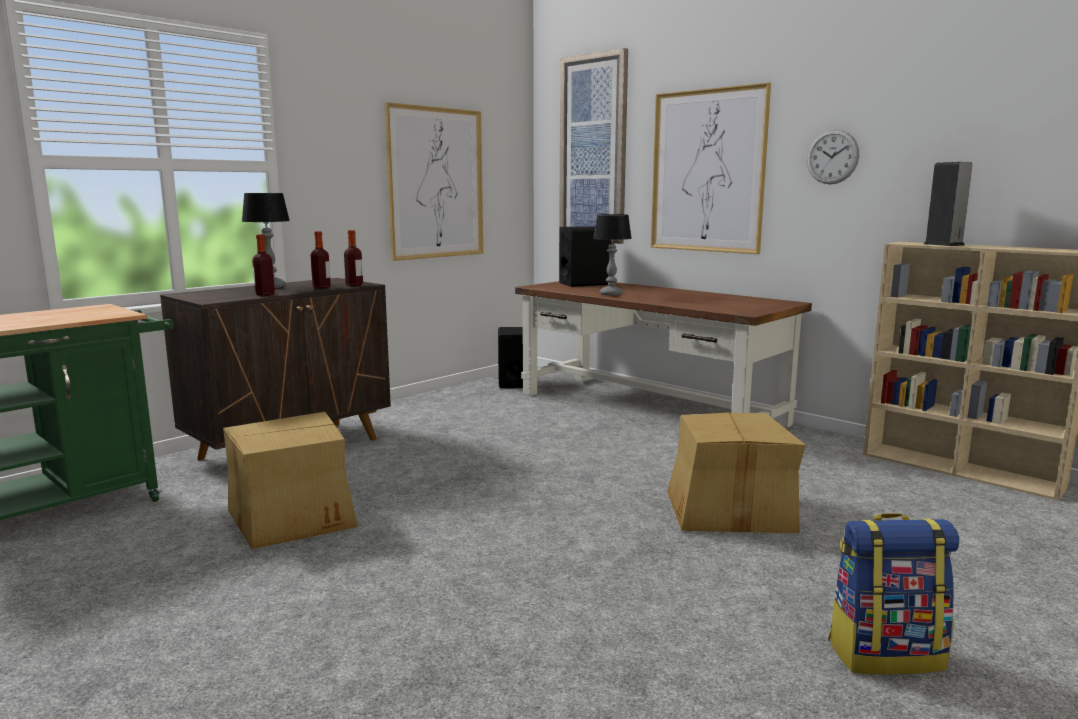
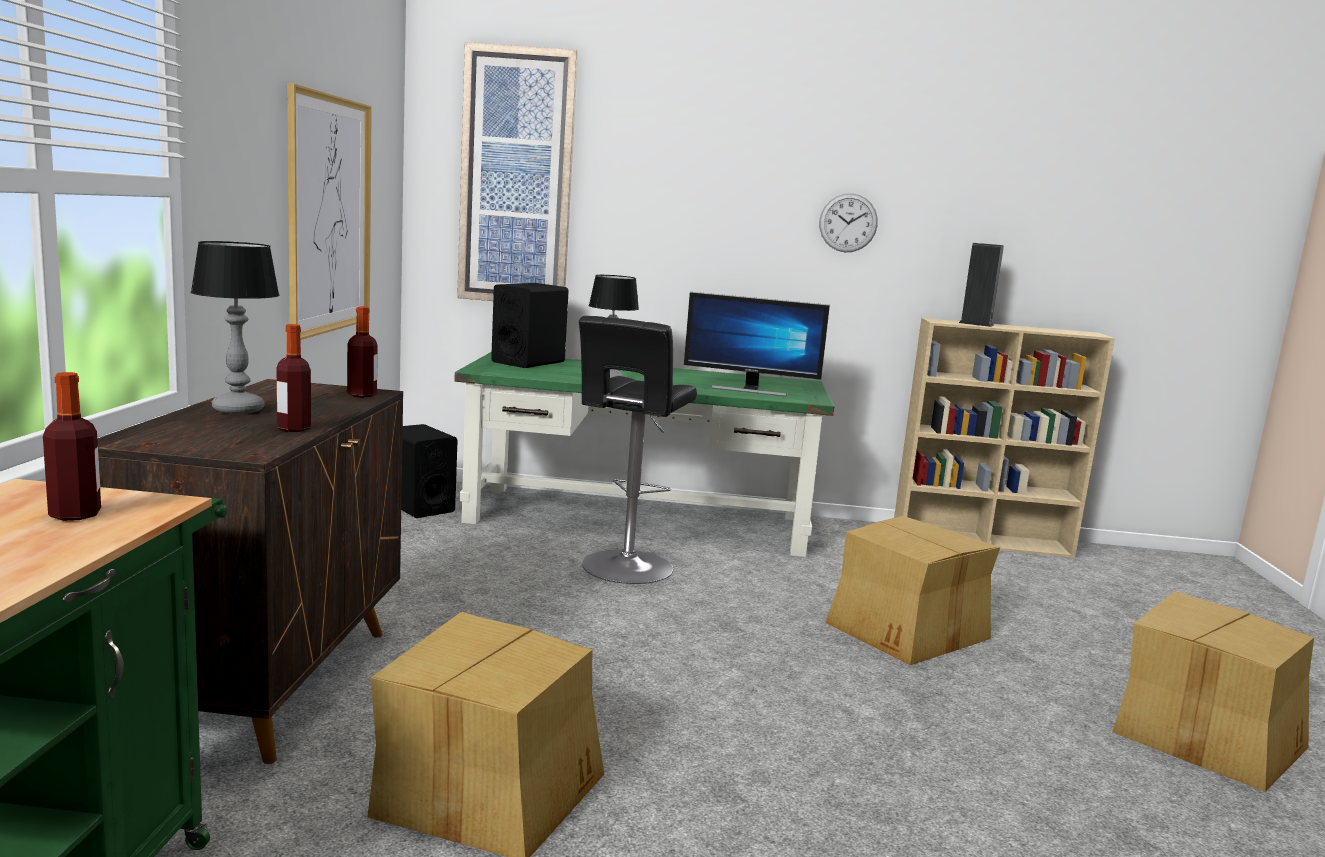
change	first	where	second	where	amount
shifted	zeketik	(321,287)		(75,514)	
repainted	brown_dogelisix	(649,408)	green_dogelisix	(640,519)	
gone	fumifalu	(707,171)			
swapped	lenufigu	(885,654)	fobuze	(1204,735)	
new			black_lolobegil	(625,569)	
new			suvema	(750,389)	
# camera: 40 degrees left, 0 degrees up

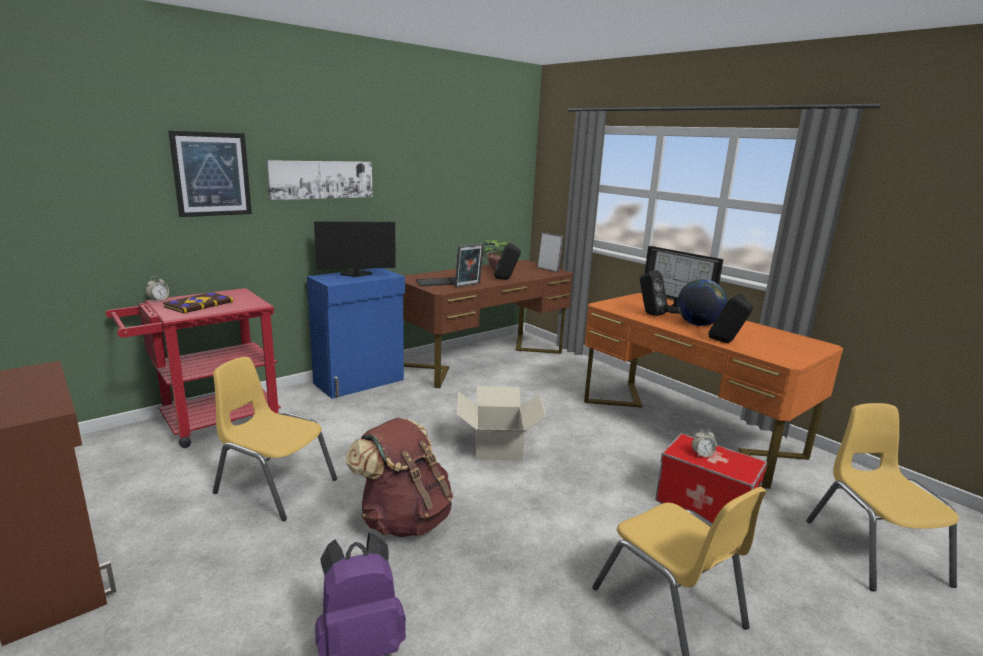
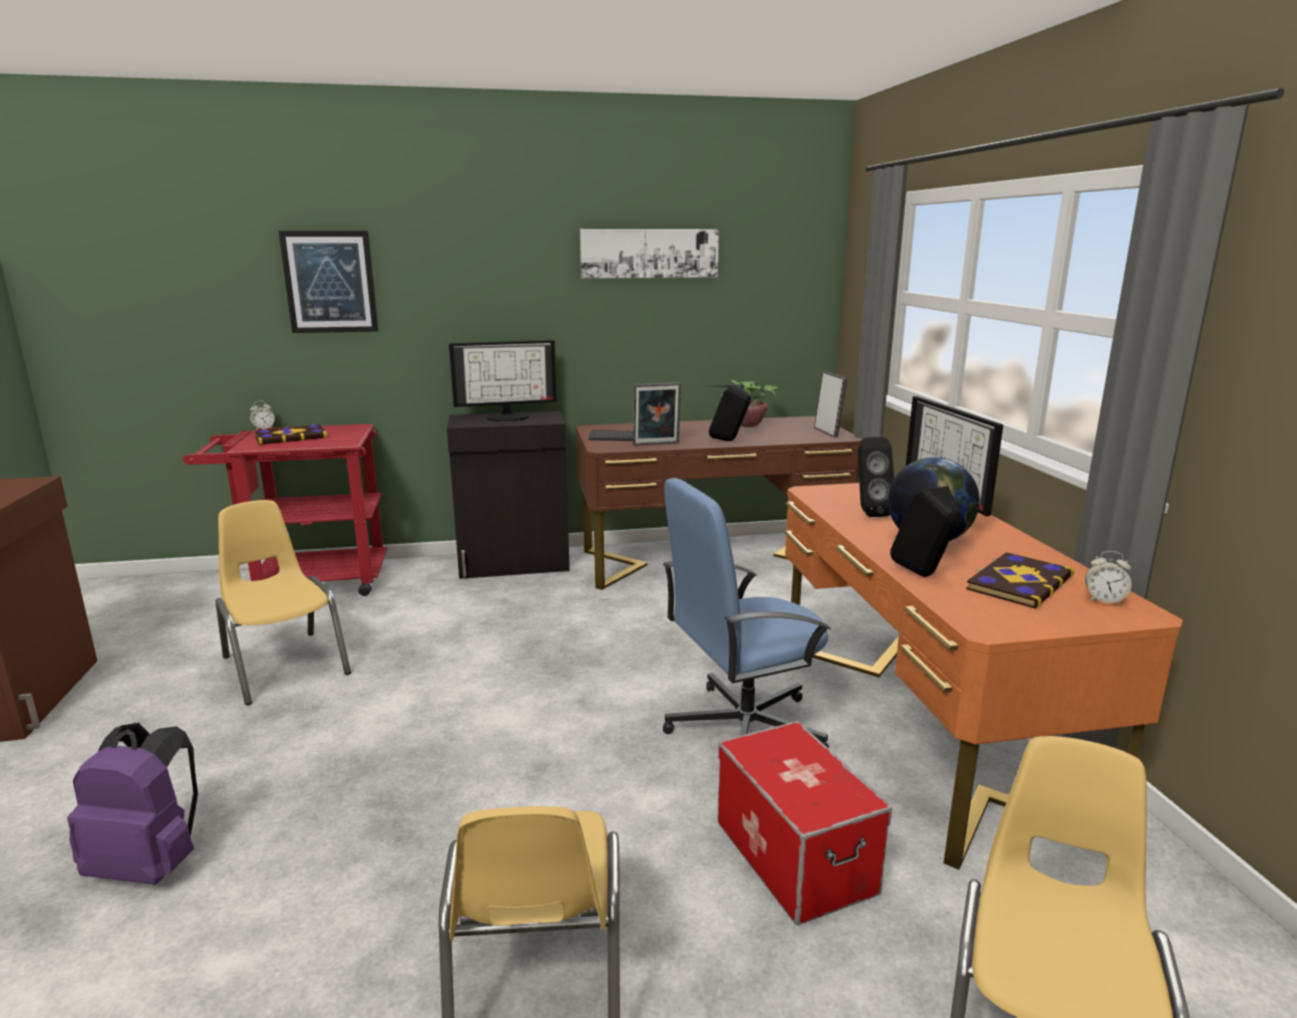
change	first	where	second	where	amount
shifted	fumifalu	(321,179)		(649,253)	
repainted	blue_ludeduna	(360,382)	black_ludeduna	(515,564)	
rotated	suvema	(355,274)		(508,417)	150 degrees clockwise
gone	brown_lenufigu	(404,519)			
gone	fobuze	(498,446)			
shifted	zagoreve	(702,454)		(1104,600)	
new			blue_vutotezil	(742,728)	
new			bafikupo	(1018,582)	
# camera: 30 degrees right, 0 degrees up

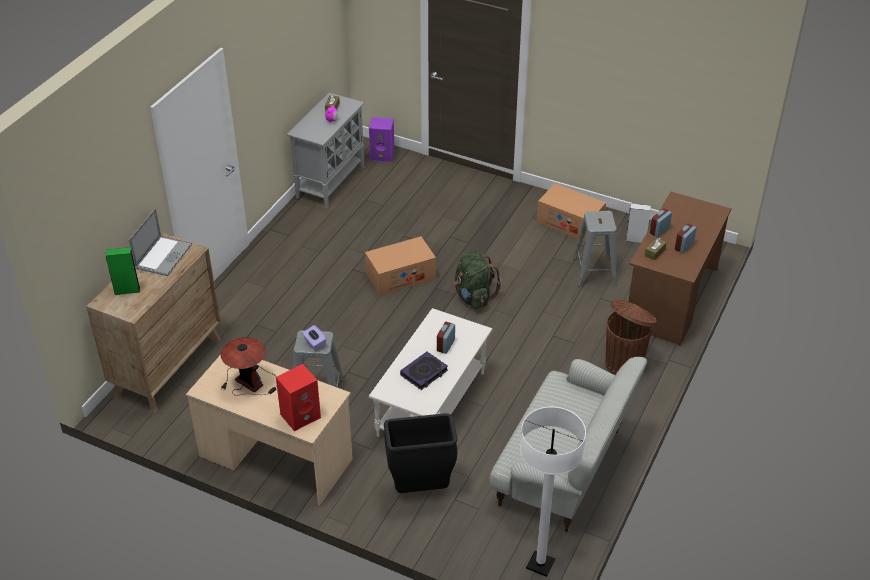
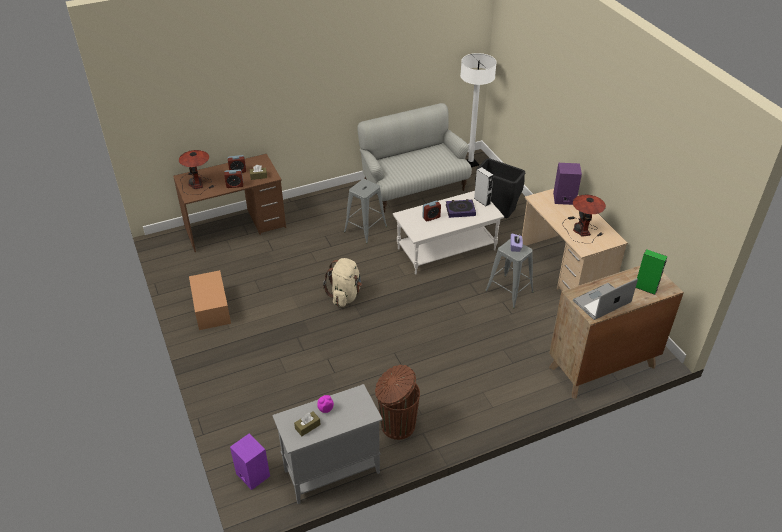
change	first	where	second	where	amount
repainted	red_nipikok	(301,415)	purple_nipikok	(563,199)	
gone	fobuze	(400,276)			
repainted	green_lenufigu	(473,297)	beige_lenufigu	(345,295)	
shifted	grey_lolobegil	(594,272)		(365,229)	
shifted	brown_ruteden	(624,363)		(396,425)	
shifted	grey_nipikok	(635,240)		(482,201)	
new			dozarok	(196,183)	
# camera: 140 degrees left, 0 degrees up

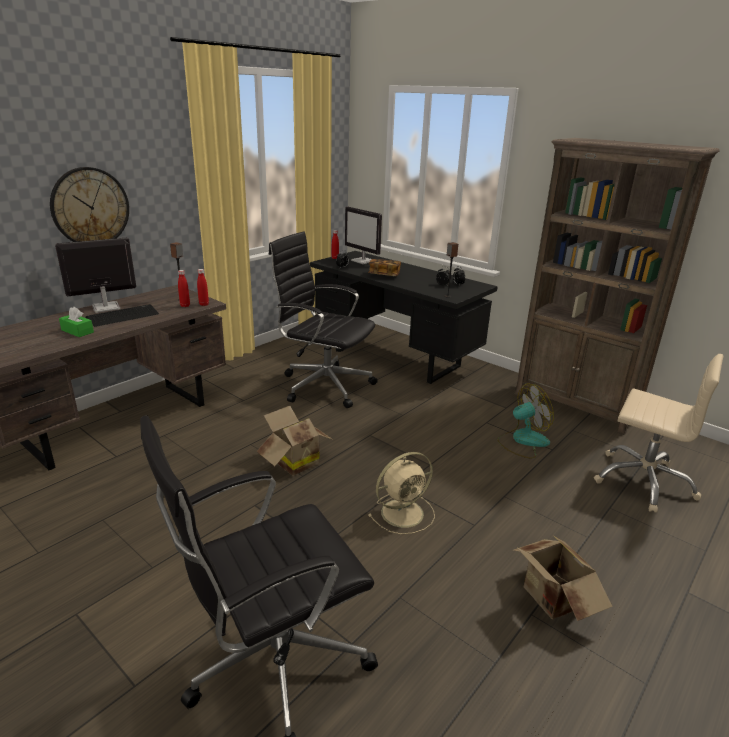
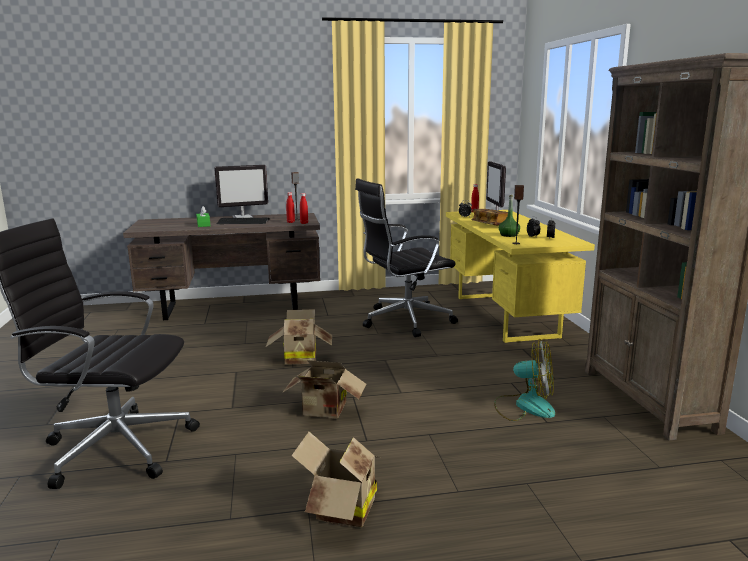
change	first	where	second	where	amount
gone	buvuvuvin	(90,207)			
rotated	suvema	(105,308)		(243,217)	150 degrees clockwise
rotated	black_vutotezil	(324,385)		(404,321)	90 degrees counterclockwise
repainted	black_dogelisix	(395,355)	yellow_dogelisix	(506,316)	
swapped	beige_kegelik	(404,512)	fobuze	(325,412)	
gone	beige_vutotezil	(643,481)			
new			green_zeketik	(508,235)	
# camera: 40 degrees right, 10 degrees down

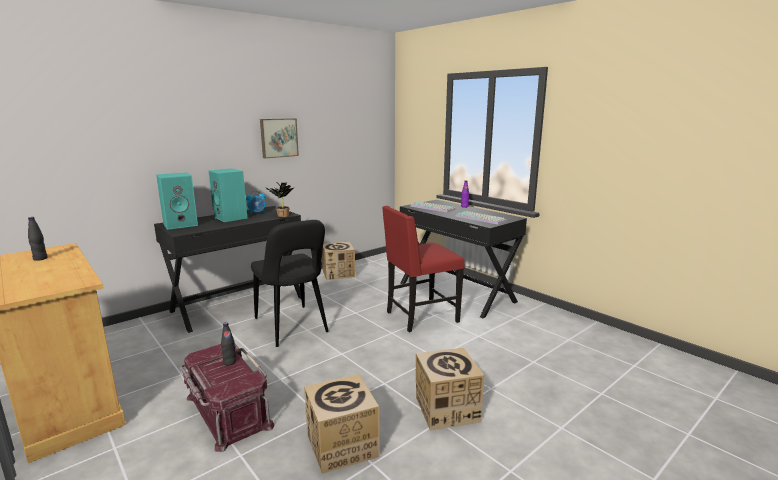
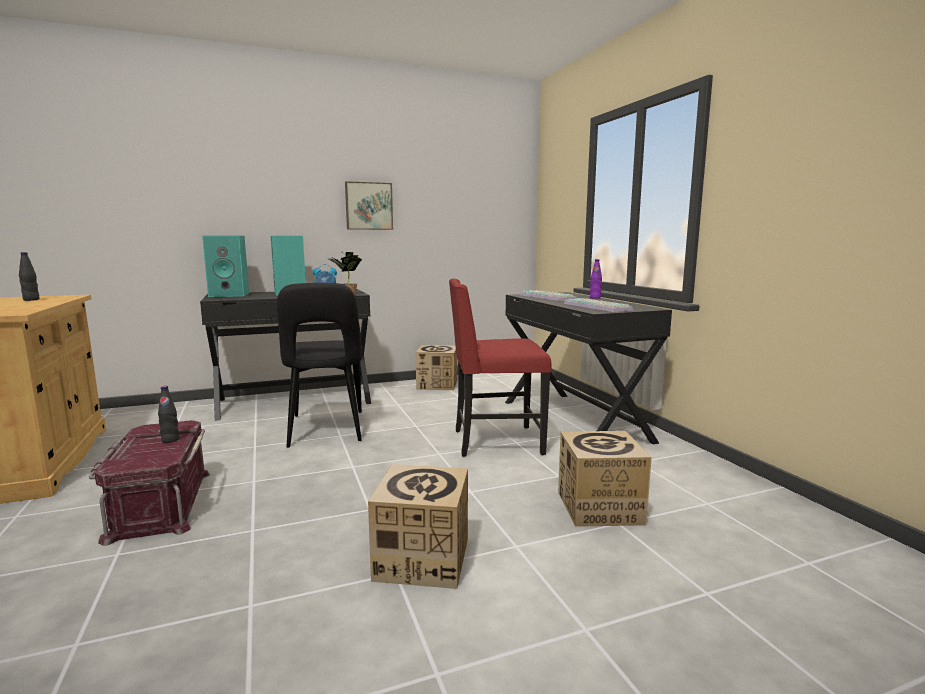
change	first	where	second	where	amount
shifted	fobuze	(342,445)		(599,508)	
# camera: 20 degrees right, 5 degrees down

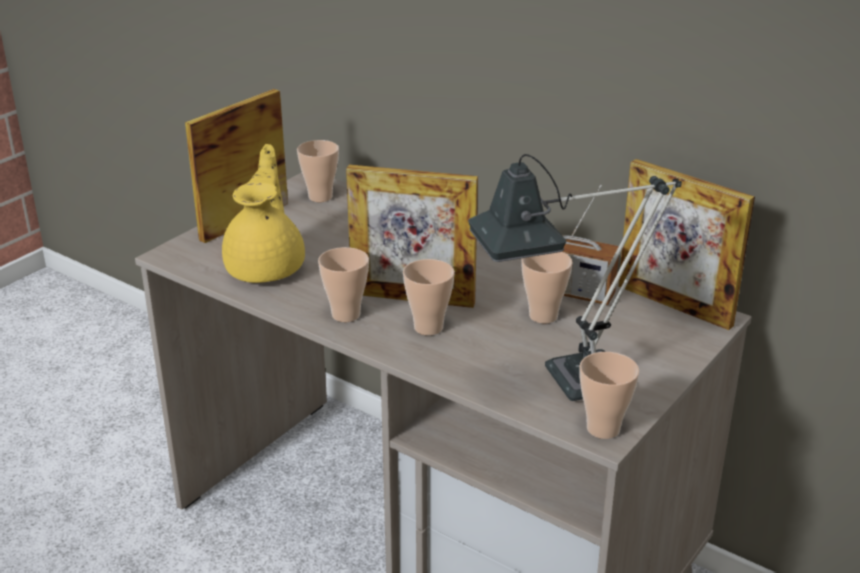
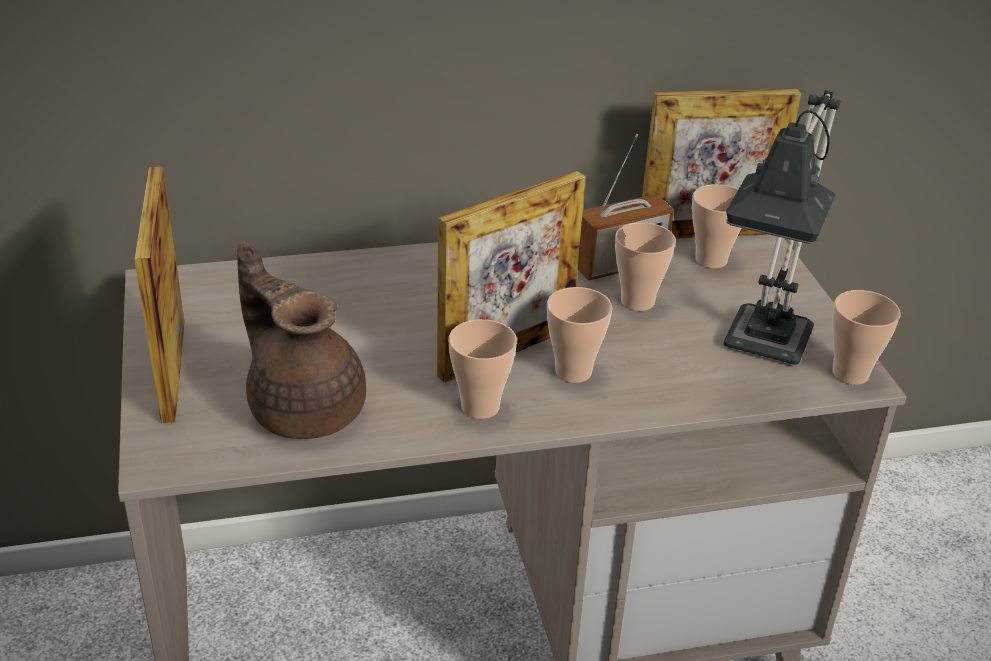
change	first	where	second	where	amount
repainted	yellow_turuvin	(267,267)	brown_turuvin	(304,407)	
shifted	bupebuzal	(320,197)		(711,260)	
# camera: 50 degrees left, 5 degrees up

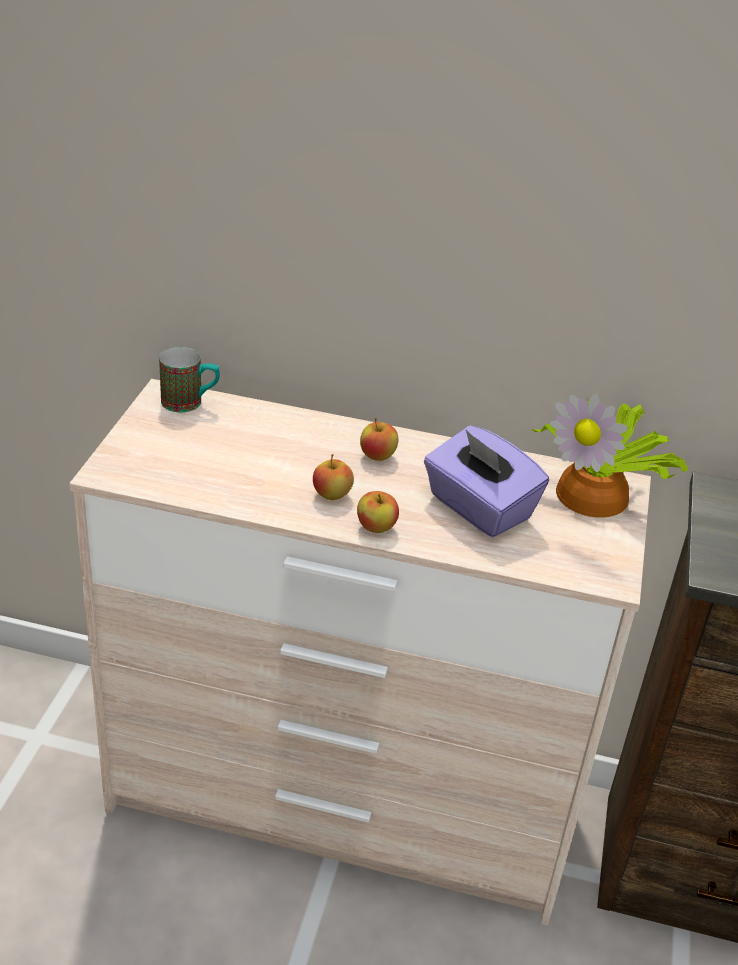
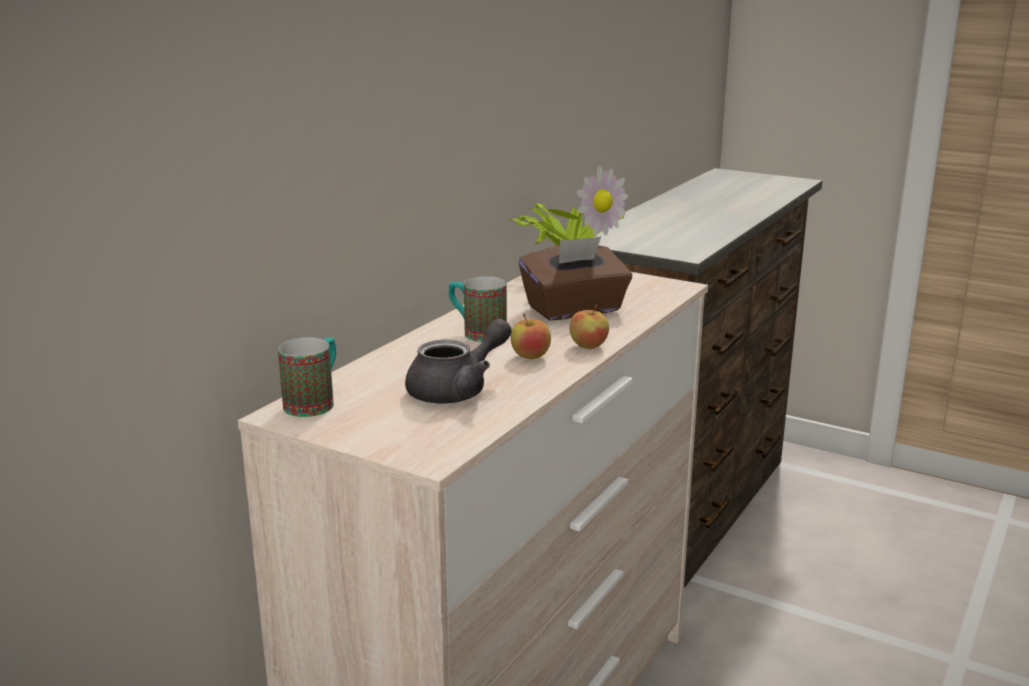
change	first	where	second	where	amount
swapped	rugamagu	(377,456)	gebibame	(477,333)	
repainted	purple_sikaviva	(478,508)	brown_sikaviva	(575,310)	
new			grey_turuvin	(458,390)	
# camera: 70 degrees left, 15 degrees down

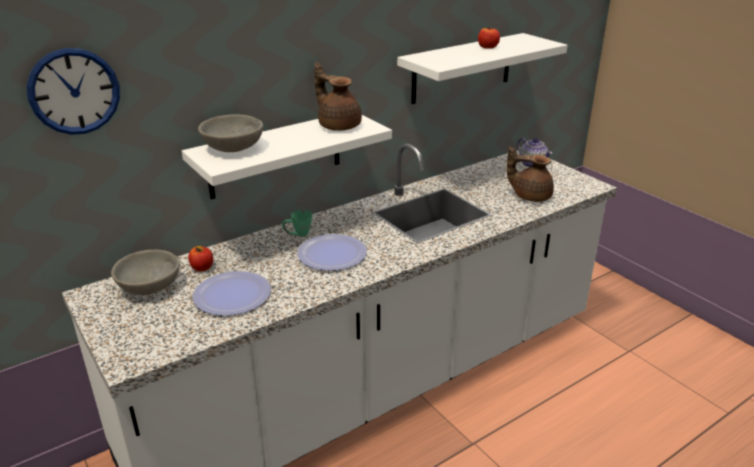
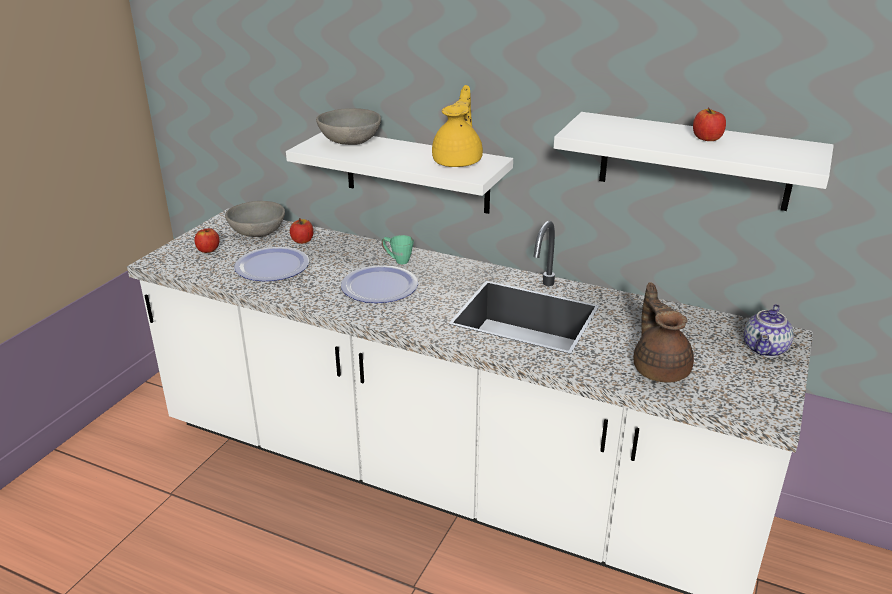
change	first	where	second	where	amount
gone	buvuvuvin	(74,91)			
repainted	brown_turuvin	(338,125)	yellow_turuvin	(458,162)	
new			rugamagu	(208,250)	
# camera: 60 degrees right, 0 degrees up

